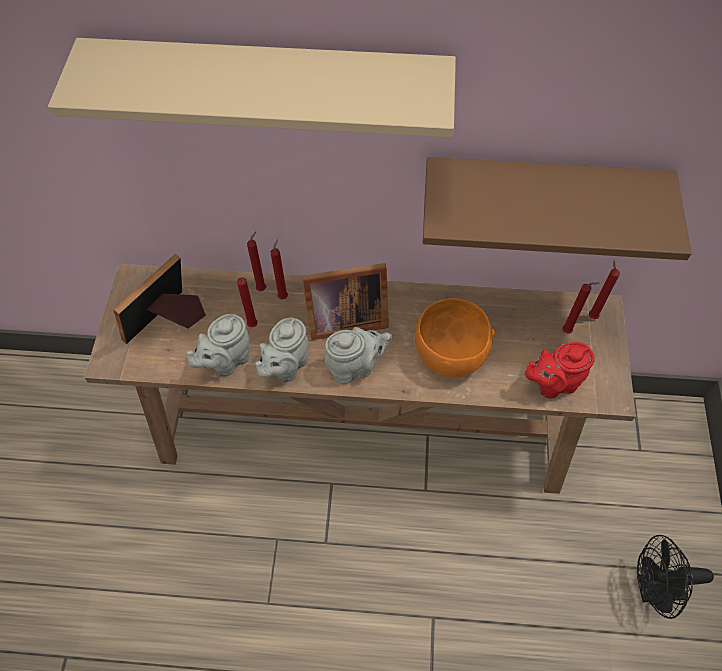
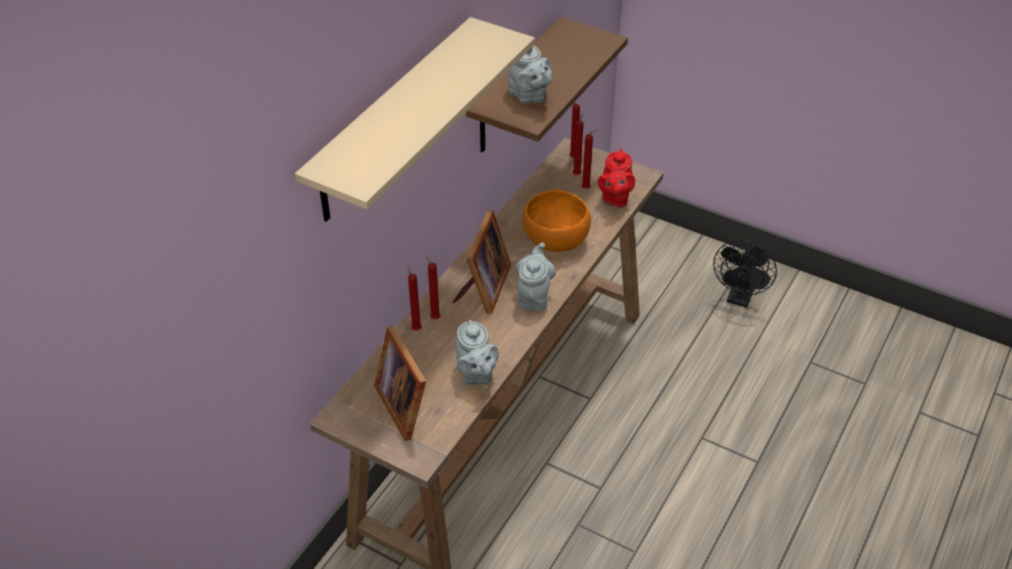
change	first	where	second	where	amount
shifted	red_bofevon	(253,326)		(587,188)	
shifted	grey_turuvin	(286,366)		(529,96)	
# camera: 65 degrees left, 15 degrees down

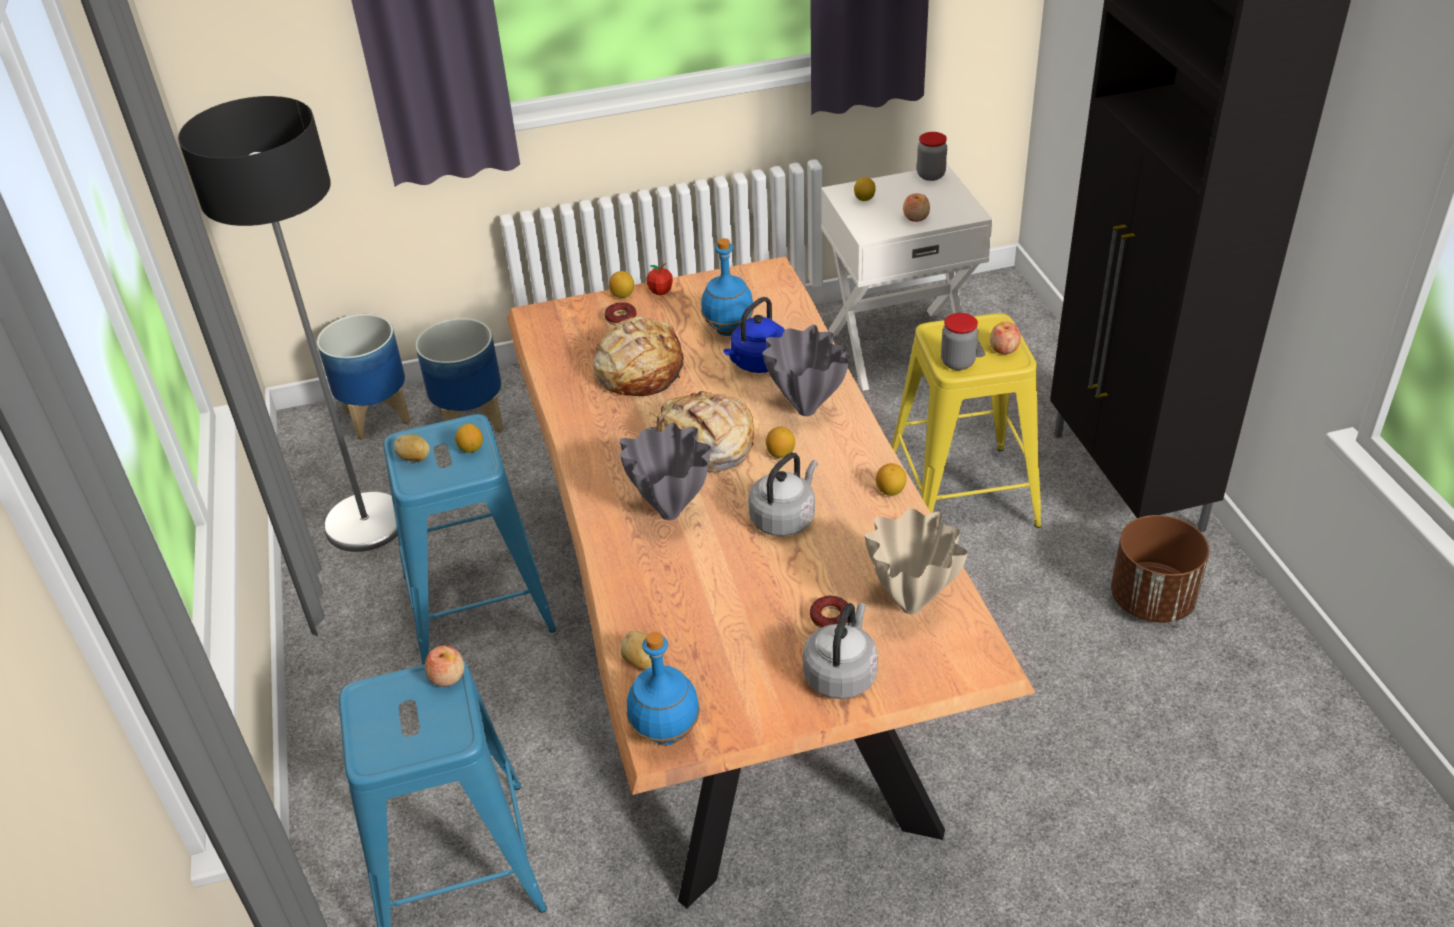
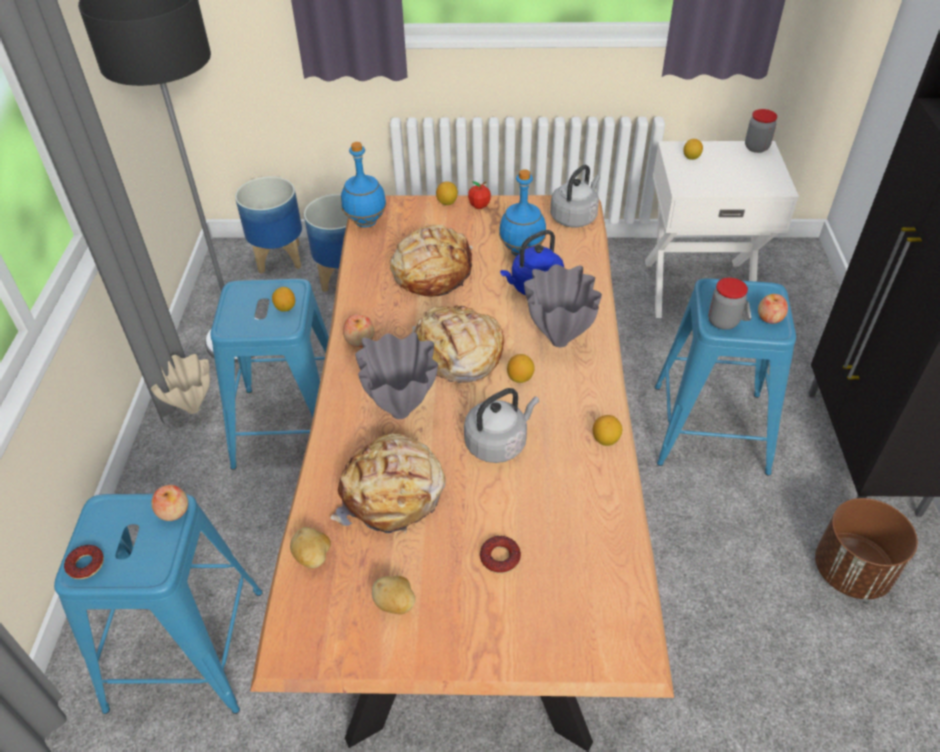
change	first	where	second	where	amount
shifted	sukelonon	(415,458)		(395,604)	
shifted	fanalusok	(621,318)		(86,565)	
shifted	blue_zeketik	(666,732)		(366,222)	
shifted	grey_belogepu	(841,674)		(575,217)	
shifted	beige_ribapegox	(912,605)		(194,408)	
repainted	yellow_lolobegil	(961,494)	blue_lolobegil	(709,428)	
shifted	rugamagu	(916,217)		(360,340)	
new			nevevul	(393,495)	
# camera: 15 degrees right, 5 degrees up

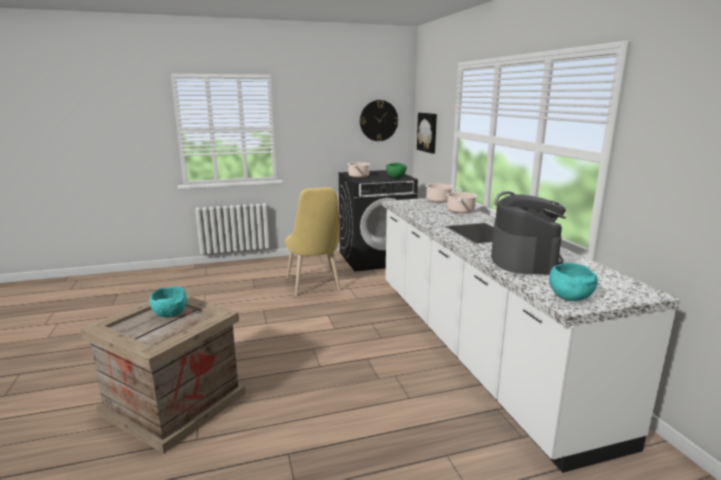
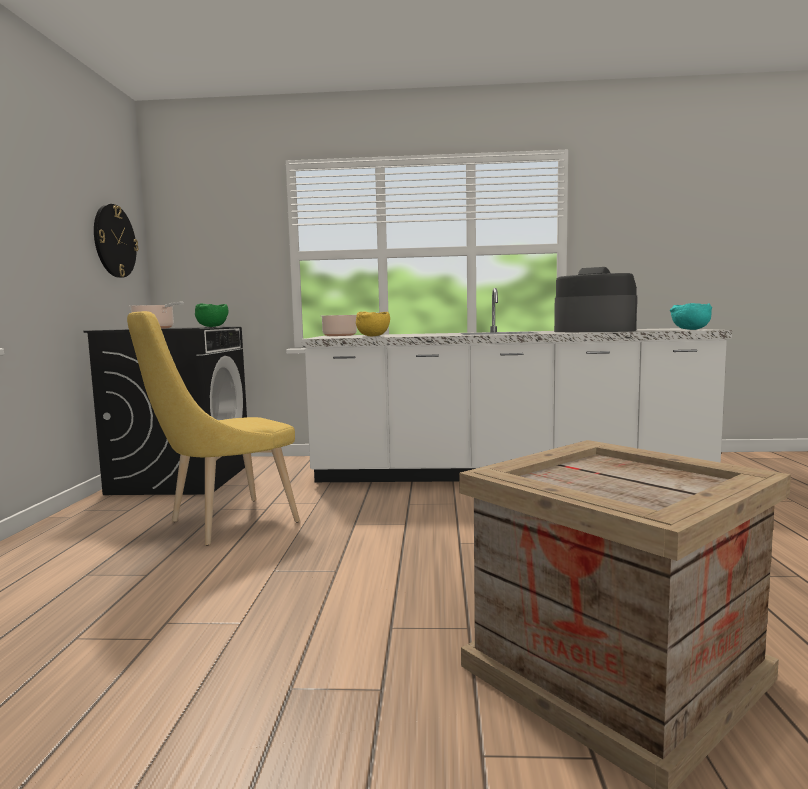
change	first	where	second	where	amount
gone	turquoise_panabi	(171,315)			
rotated	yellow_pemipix	(314,286)		(225,523)	135 degrees clockwise
gone	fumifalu	(428,132)			
gone	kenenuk	(460,211)			
new			yellow_panabi	(373,336)	
# camera: 70 degrees left, 10 degrees down

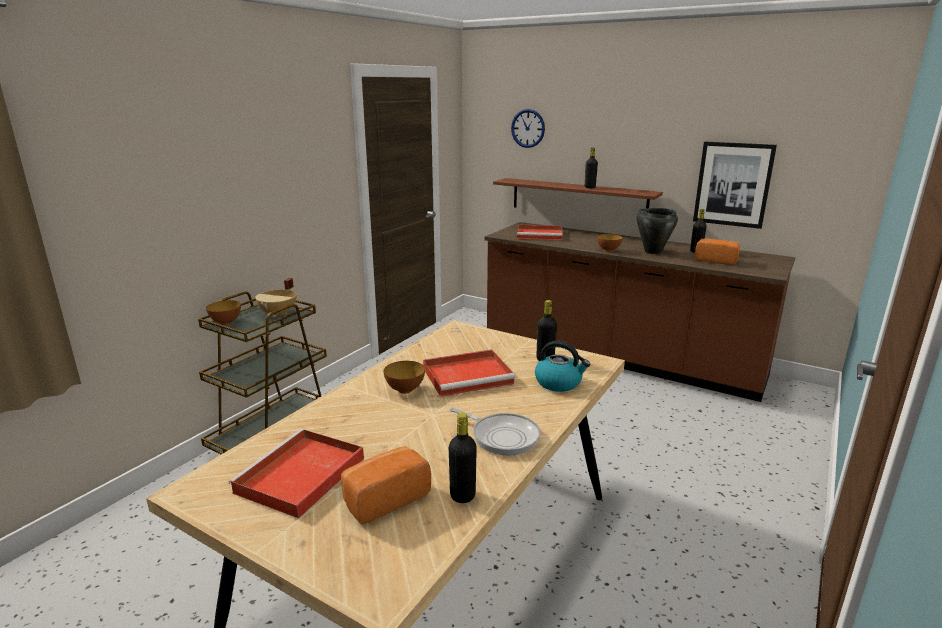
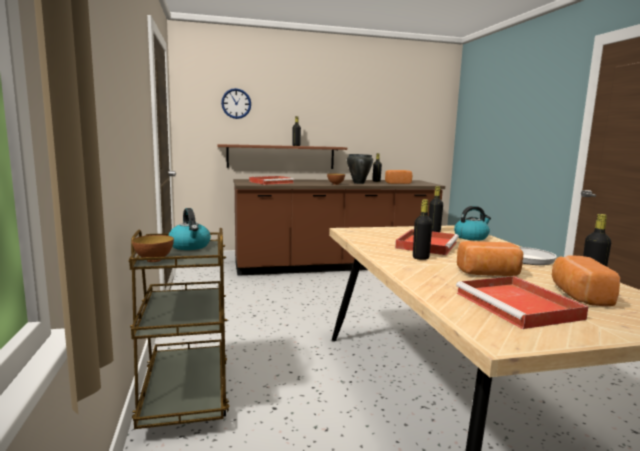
change	first	where	second	where	amount
swapped	beige_kenenuk	(279,314)	belogepu	(190,246)	
swapped	panabi	(405,390)	black_zeketik	(420,258)	
gone	fumifalu	(733,184)			
new			nevevul	(489,274)	
# camera: 45 degrees left, 10 degrees down

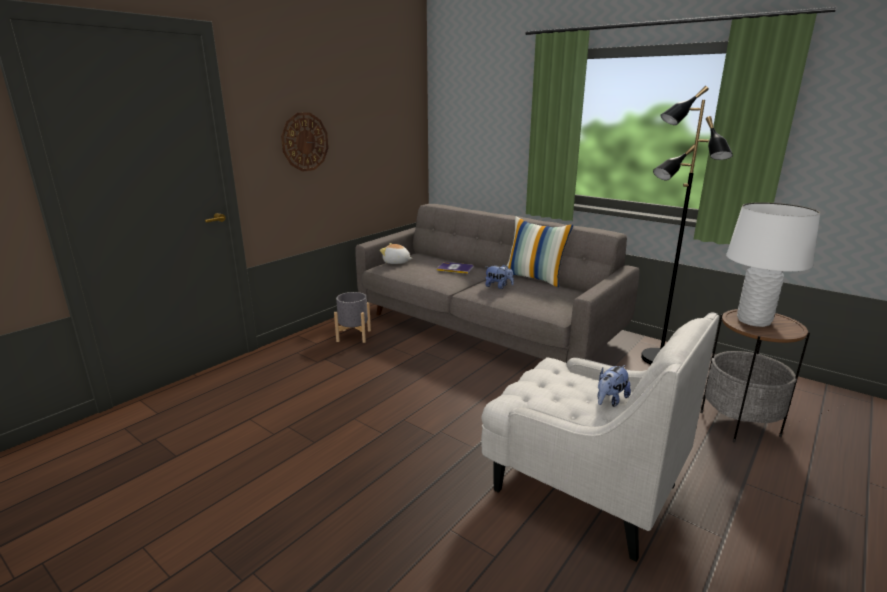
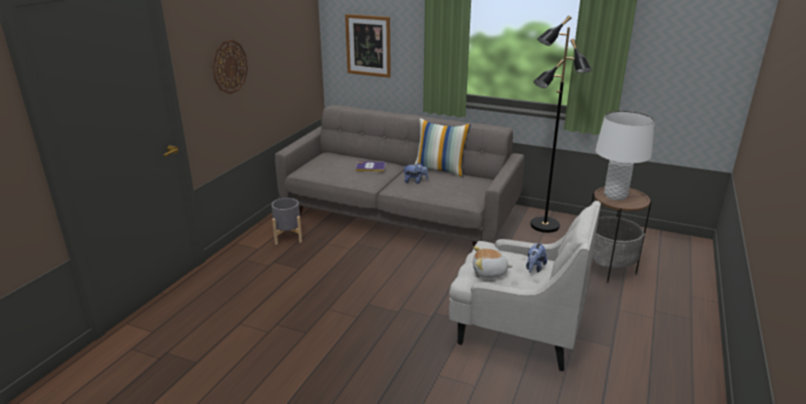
change	first	where	second	where	amount
shifted	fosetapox	(396,262)		(489,272)	
new			fumifalu	(368,45)	
# camera: 15 degrees left, 5 degrees up

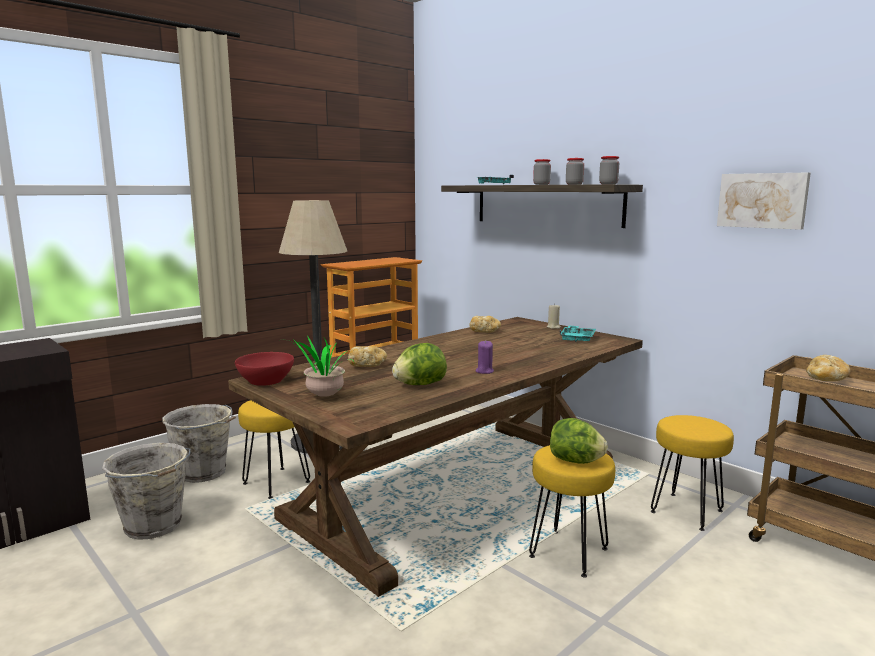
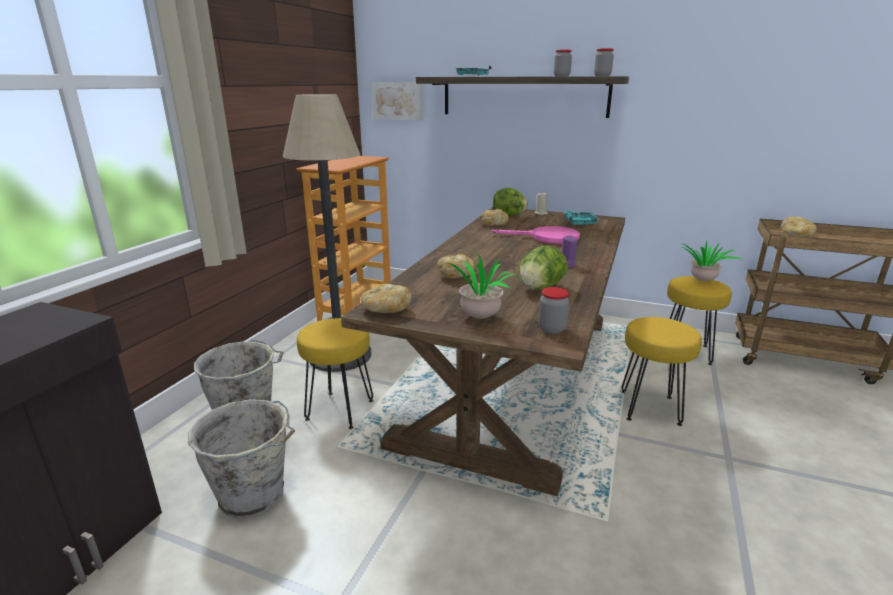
change	first	where	second	where	amount
swapped	red_panabi	(265,380)	nevevul	(385,310)	
shifted	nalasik	(541,184)		(551,329)	
shifted	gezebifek	(575,461)		(509,215)	
shifted	fumifalu	(762,200)		(398,100)	
new			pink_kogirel	(547,238)	
new			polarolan	(702,282)	
# camera: 25 degrees left, 10 degrees up

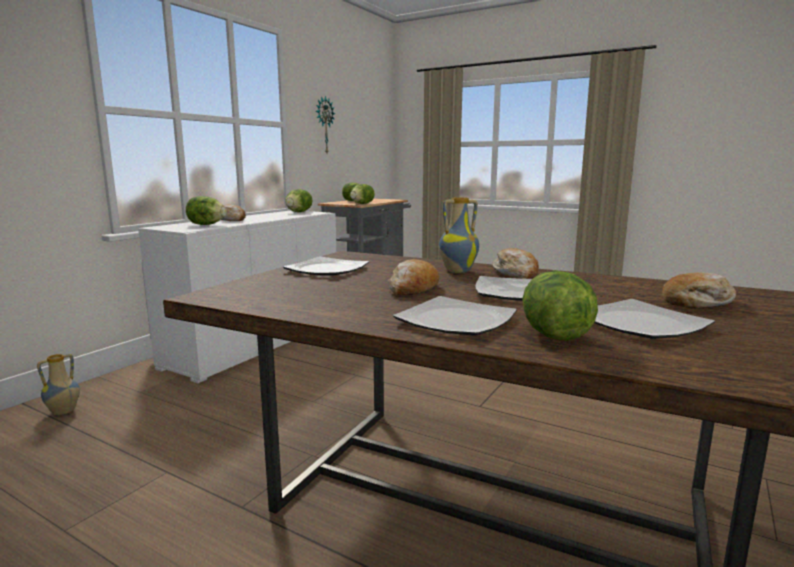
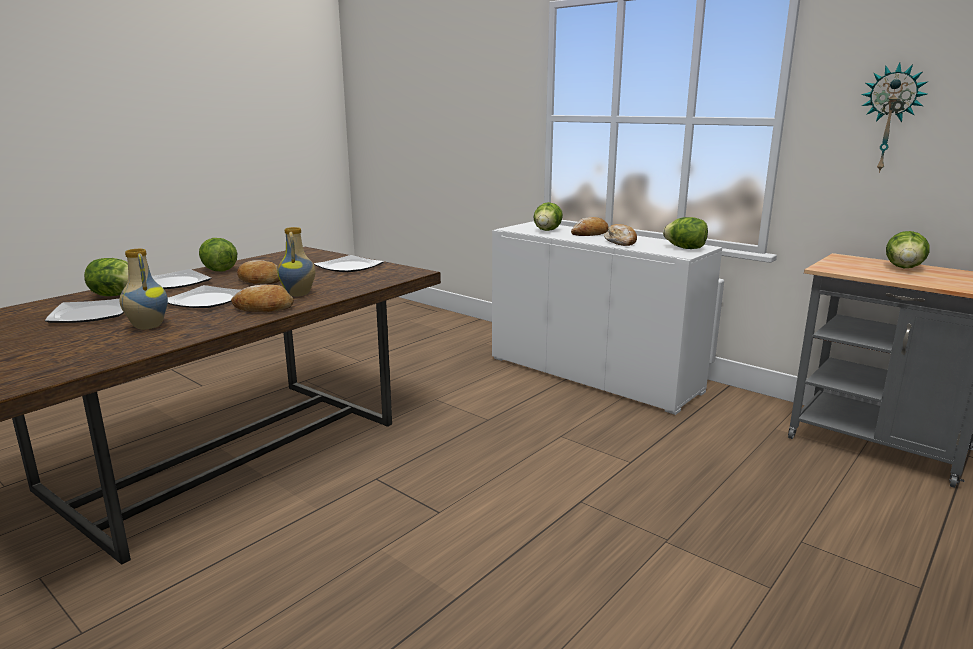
change	first	where	second	where	amount
shifted	ribapegox	(63,412)		(147,327)	
shifted	gezebifek	(362,204)		(219,270)	
shifted	nevevul	(697,303)		(621,242)	
# camera: 100 degrees right, 5 degrees up

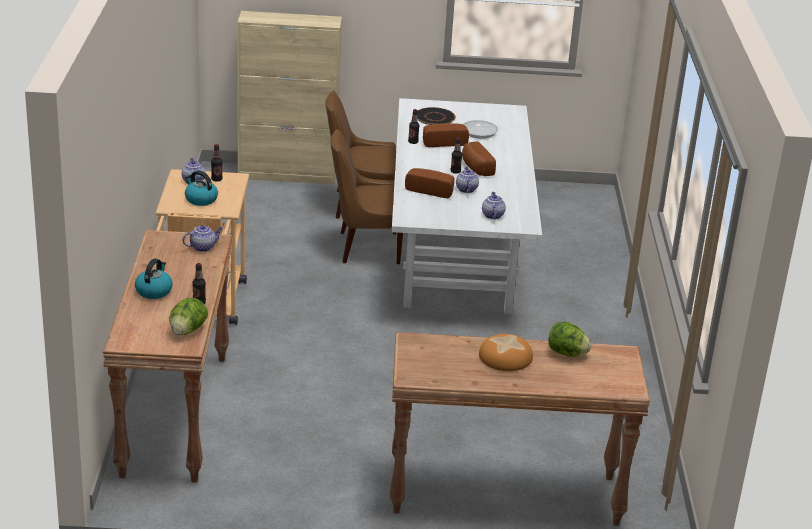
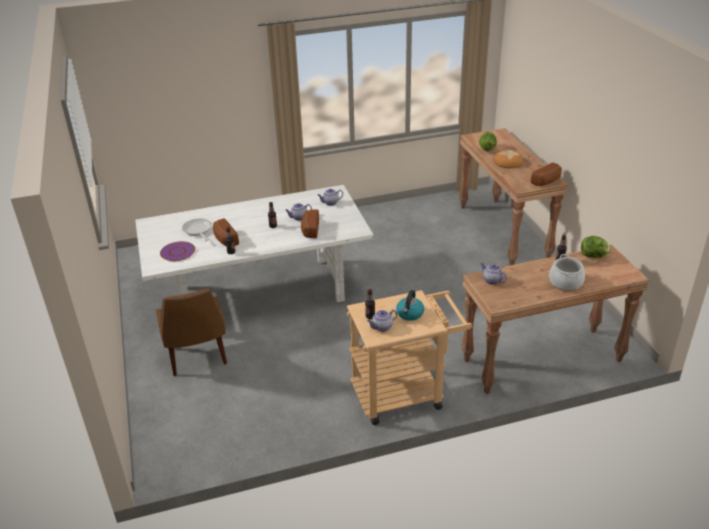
change	first	where	second	where	amount
swapped	belogepu	(154,291)	kenenuk	(565,282)	
gone	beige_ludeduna	(288,174)			
gone	brown_pemipix	(366,248)			
repainted	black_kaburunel	(434,117)	purple_kaburunel	(177,252)	
shifted	nevevul	(475,168)		(547,181)	
# camera: 105 degrees left, 5 degrees up

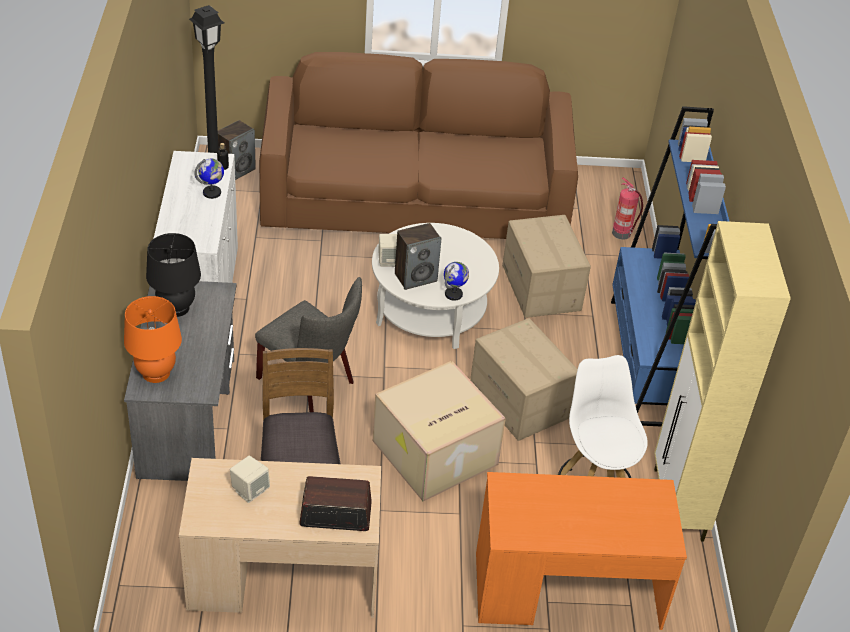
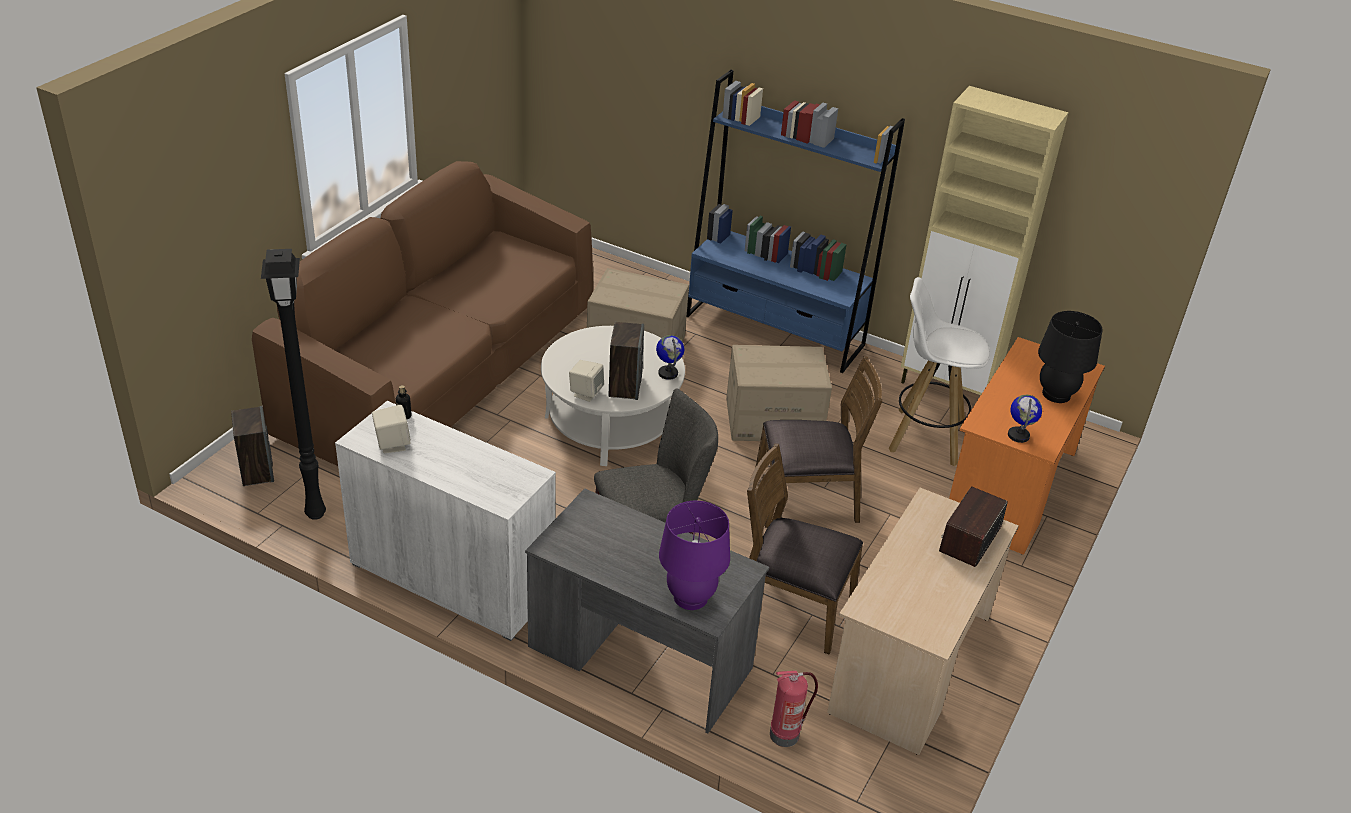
change	first	where	second	where	amount
repainted	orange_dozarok	(156,373)	purple_dozarok	(690,597)	
shifted	black_dozarok	(176,308)		(1056,394)	
shifted	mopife	(212,193)		(1018,435)	
shifted	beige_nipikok	(250,490)		(392,444)	
swapped	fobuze	(434,454)	brown_pemipix	(807,499)	
shifted	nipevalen	(622,233)		(785,734)	
# camera: 60 degrees left, 5 degrees down

